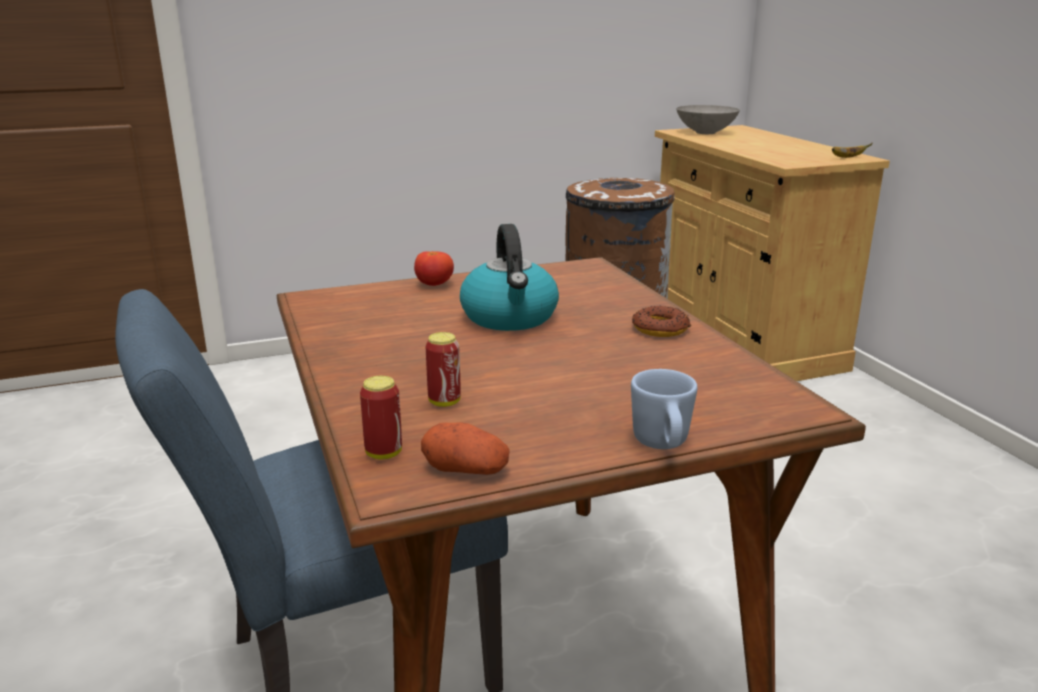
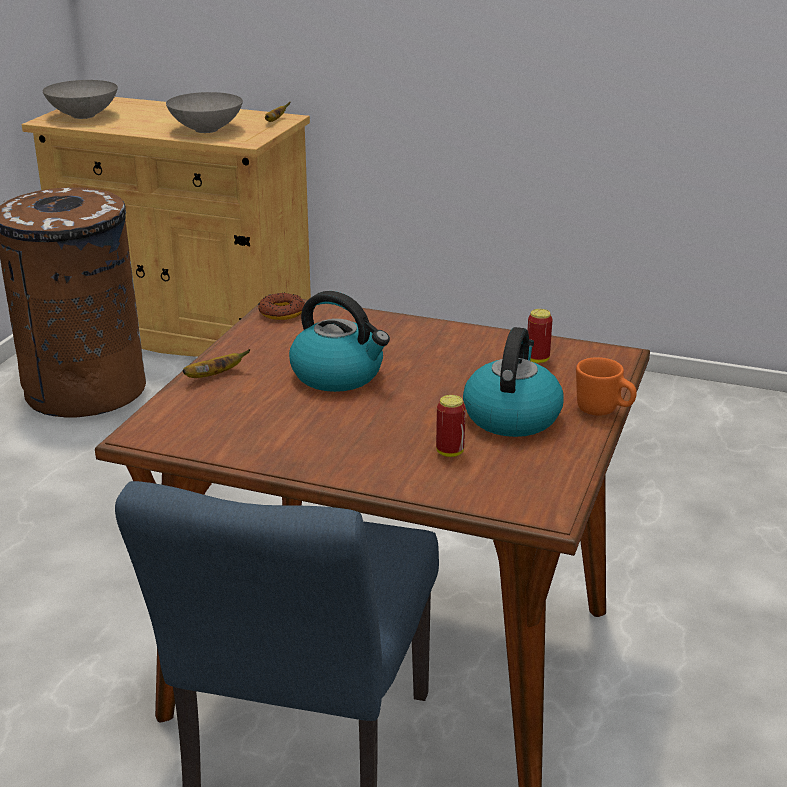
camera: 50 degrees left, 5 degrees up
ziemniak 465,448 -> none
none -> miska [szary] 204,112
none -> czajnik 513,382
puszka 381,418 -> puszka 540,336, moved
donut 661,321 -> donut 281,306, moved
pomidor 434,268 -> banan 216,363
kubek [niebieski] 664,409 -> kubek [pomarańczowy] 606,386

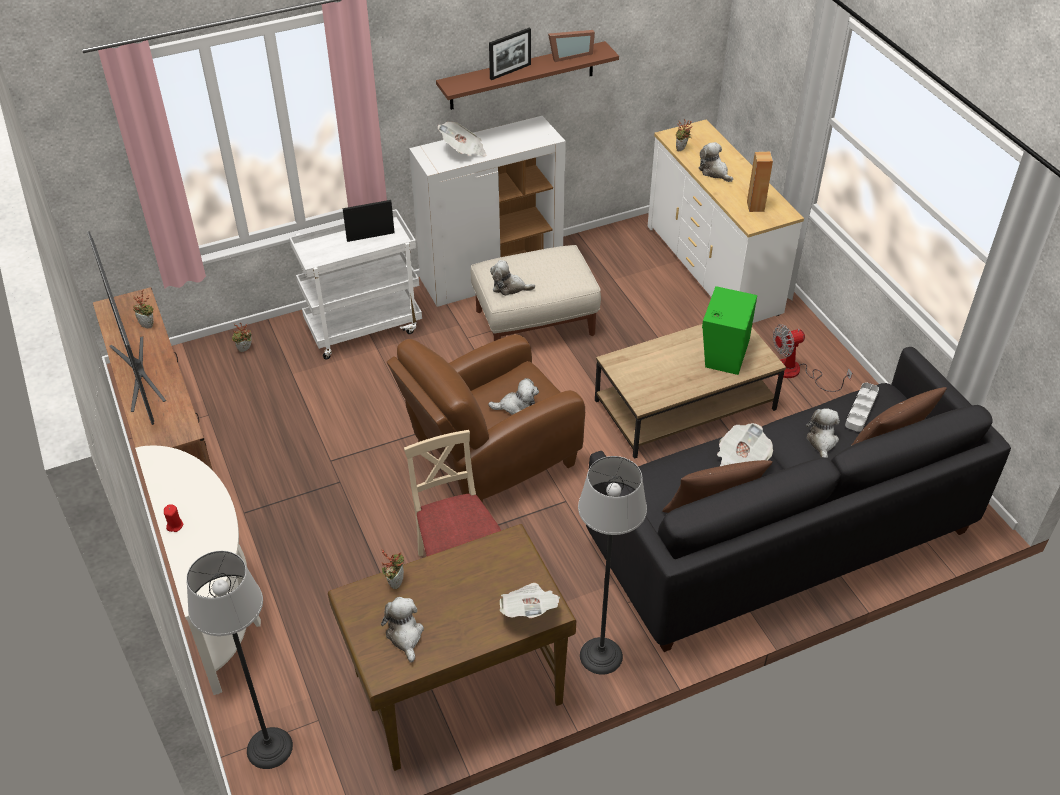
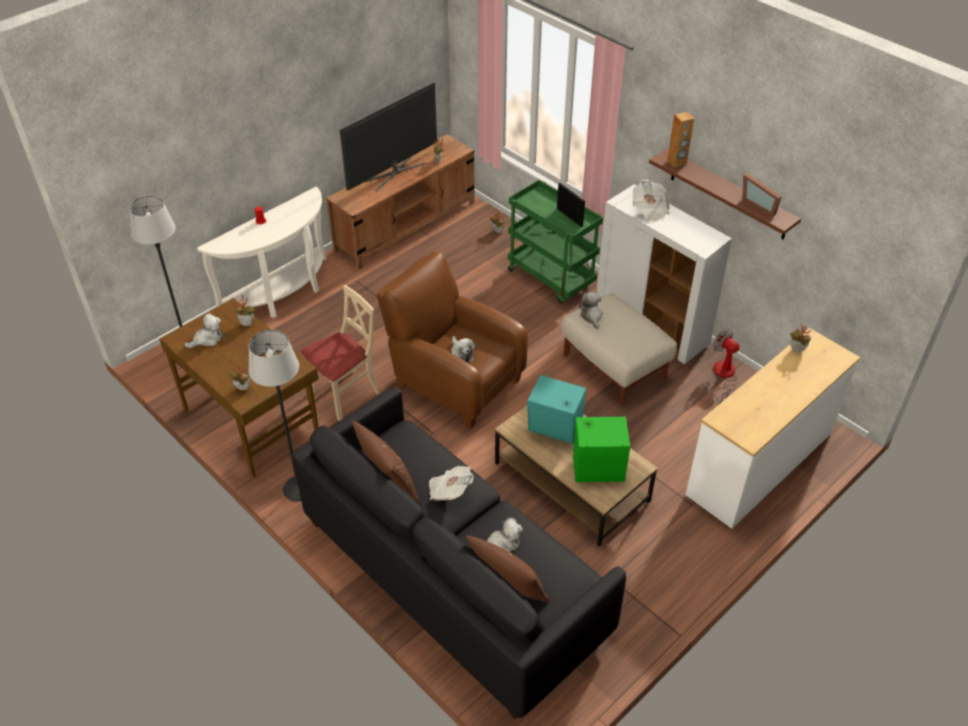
camera: 70 degrees right, 0 degrees up
ramka na zdjęcie 510,54 -> none
pluszak 716,162 -> none
taca [szary] 862,407 -> none
none -> głośnik [turkusowy] 556,409
głośnik [brązowy] 760,182 -> głośnik [brązowy] 681,139, moved
wentylator 812,358 -> wentylator 726,365, moved
gazeta 530,600 -> roślina doniczkowa 239,376
wózek [biały] 355,284 -> wózek [zielony] 555,242

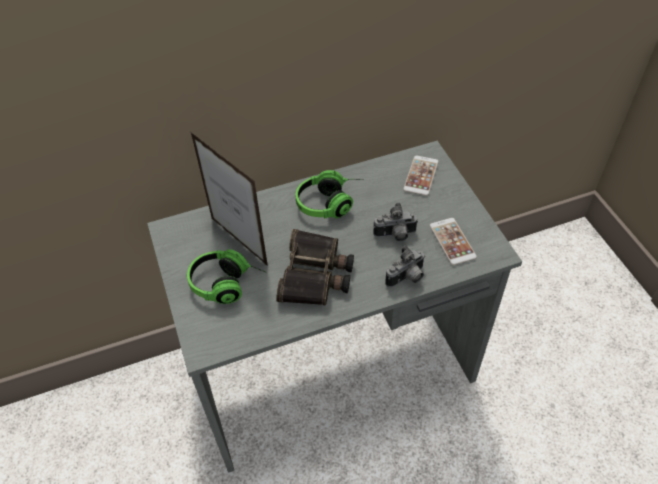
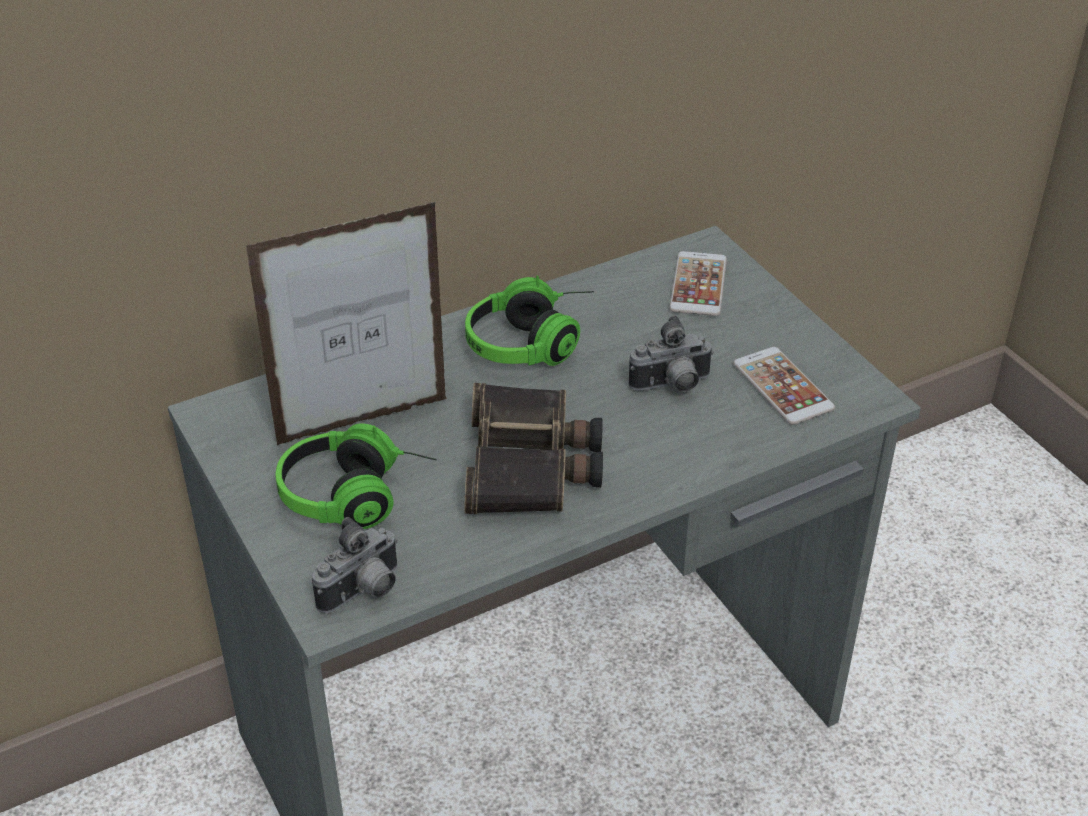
camera: 10 degrees left, 10 degrees down
aparat fotograficzny 405,266 -> aparat fotograficzny 355,565, moved
ramka na zdjęcie 229,199 -> ramka na zdjęcie 346,323, 120 degrees clockwise

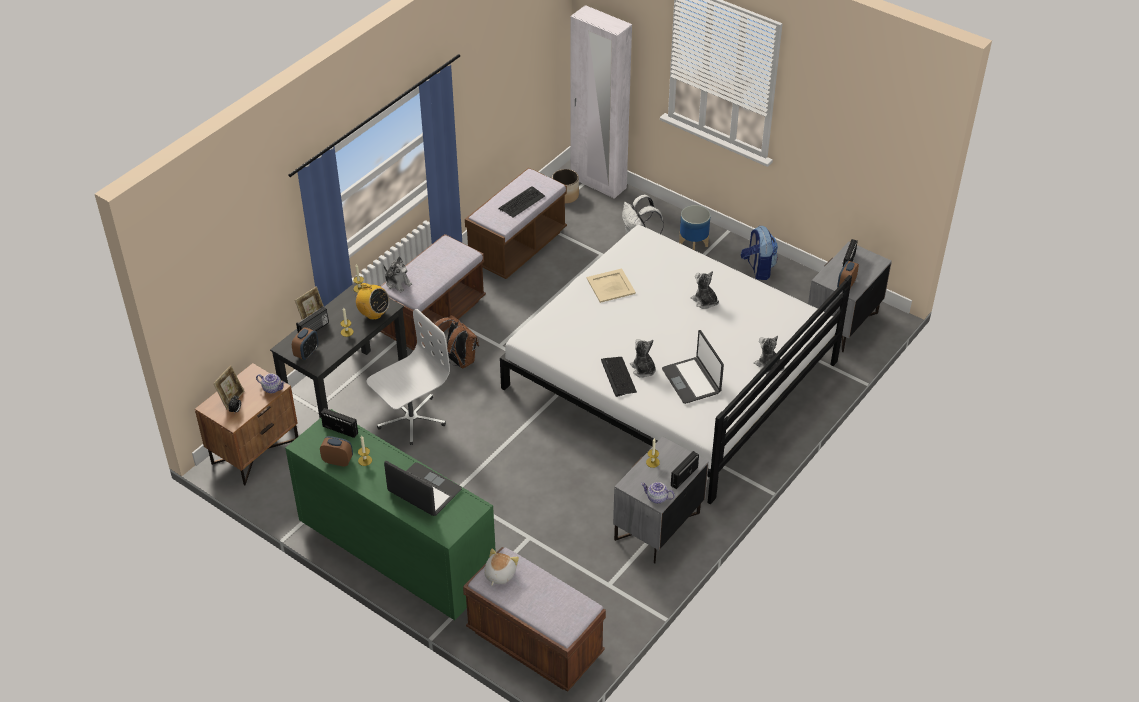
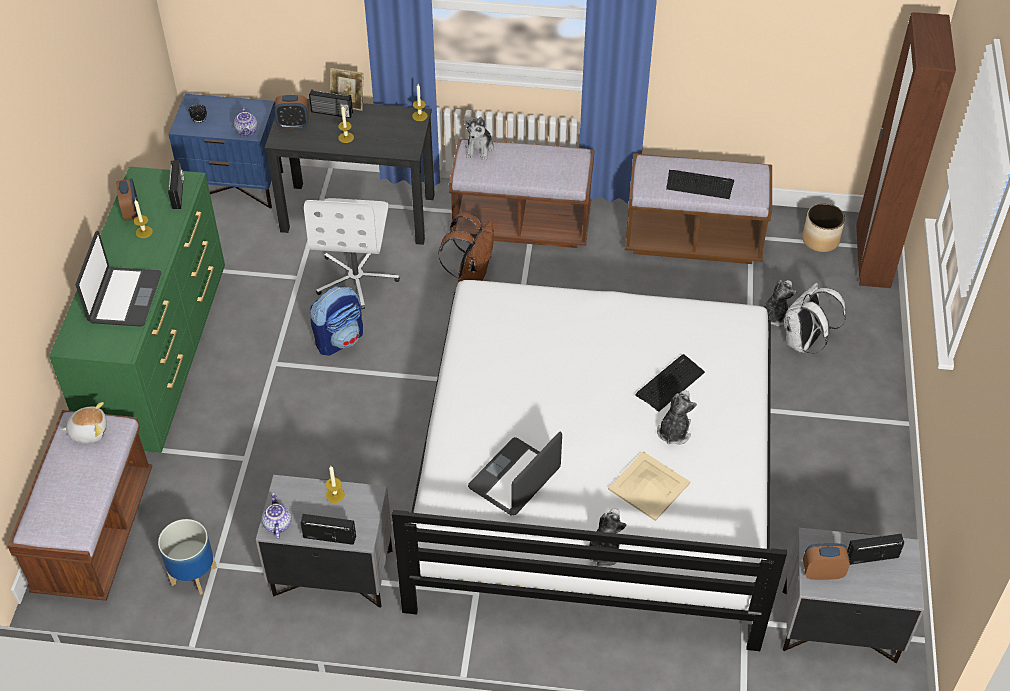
camera: 60 degrees right, 5 degrees up
ramka na zdjęcie 229,387 -> none
radio 372,301 -> none
taca [beżowy] 611,286 -> taca [beżowy] 649,486, moved
klawiatura 619,377 -> klawiatura 670,383, moved
pluszak 643,358 -> pluszak 780,303, moved
donica 695,227 -> donica 187,557, moved
plecak 759,253 -> plecak 336,321, moved
szafka nocna [brązowy] 246,424 -> szafka nocna [niebieski] 226,151
szafa [biały] 601,102 -> szafa [brązowy] 906,150
krzesło biurowe [biały] 408,377 -> krzesło biurowe [biały] 352,253, 75 degrees clockwise

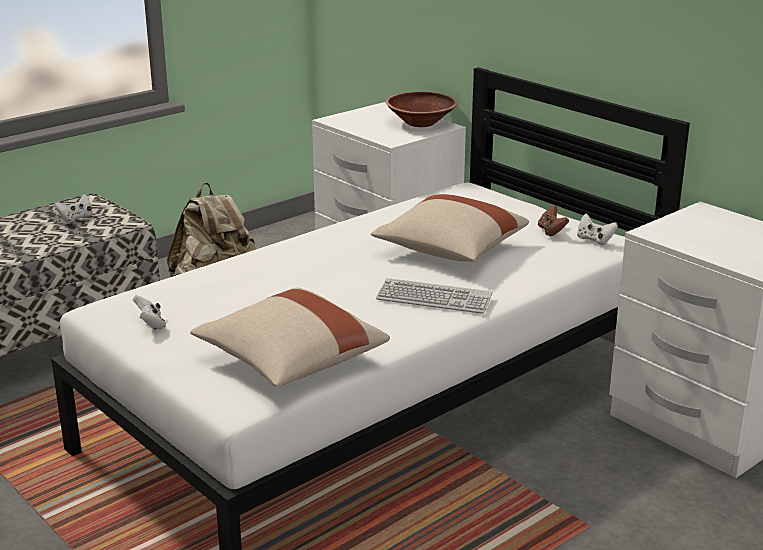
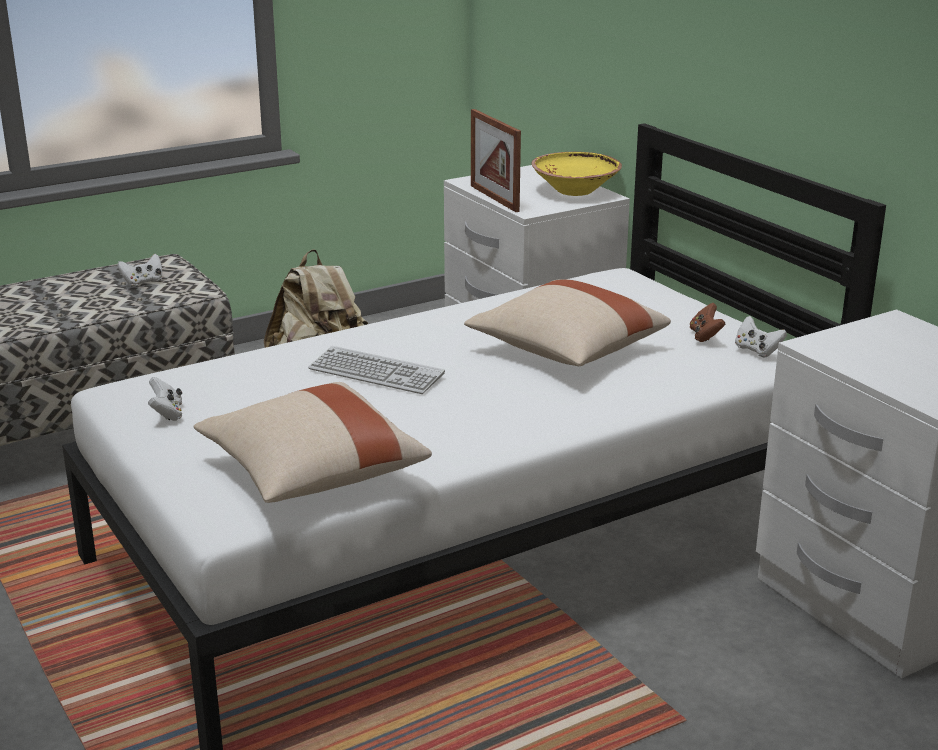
camera: 10 degrees right, 0 degrees up
none -> ramka na zdjęcie 496,160
klawiatura 434,296 -> klawiatura 376,370, moved
miska [brązowy] 422,109 -> miska [żółty] 577,174

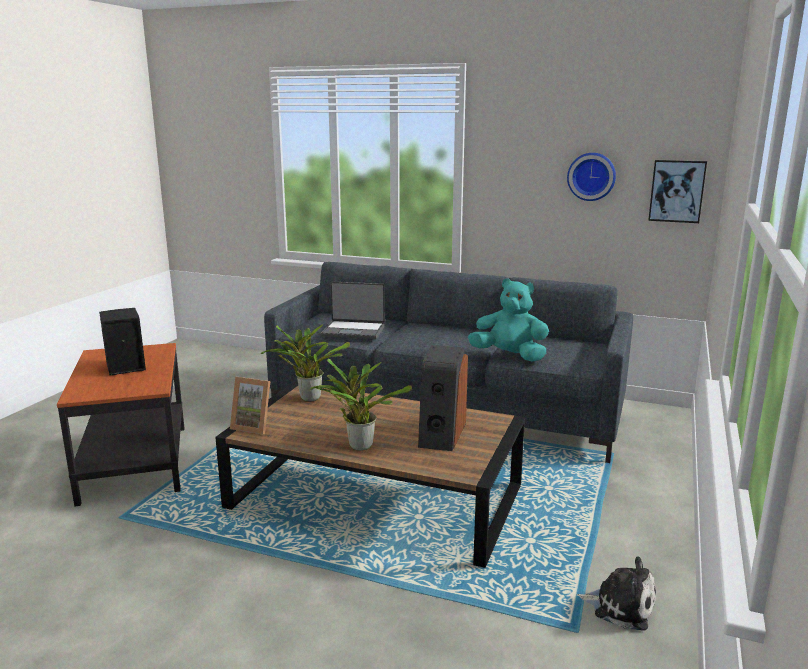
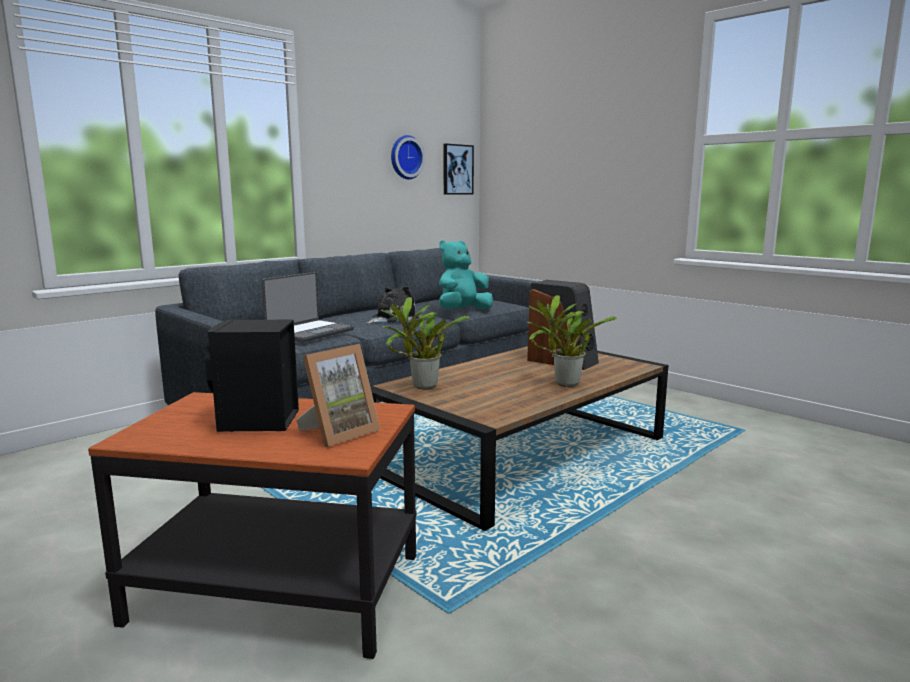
camera: 65 degrees left, 5 degrees down
ramka na zdjęcie 250,405 -> ramka na zdjęcie 338,395, moved
pluszak 616,593 -> pluszak 393,305, moved

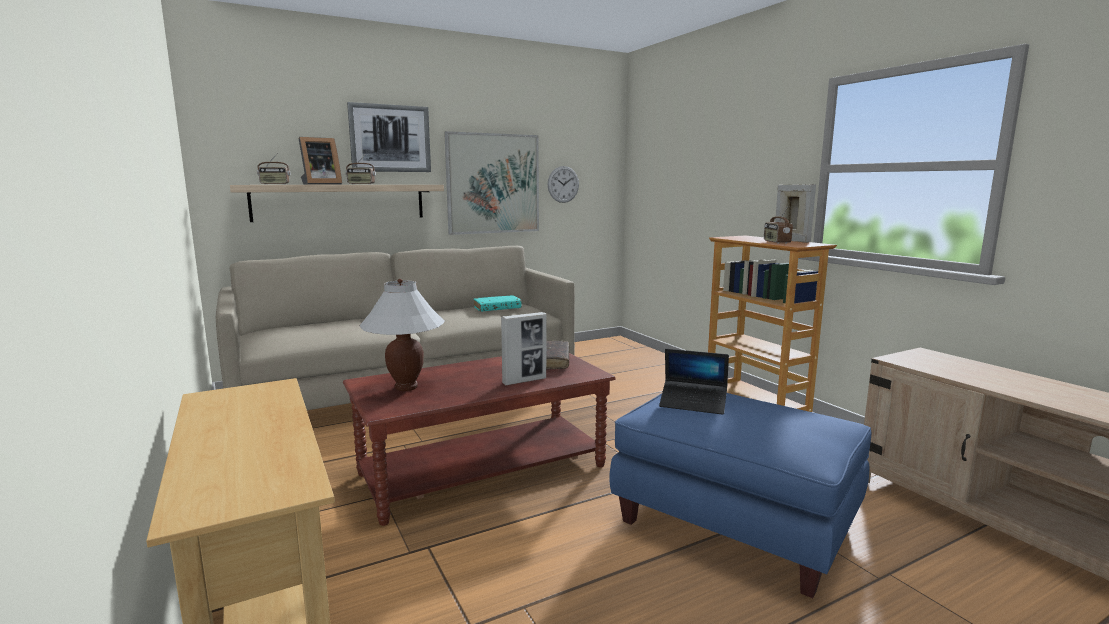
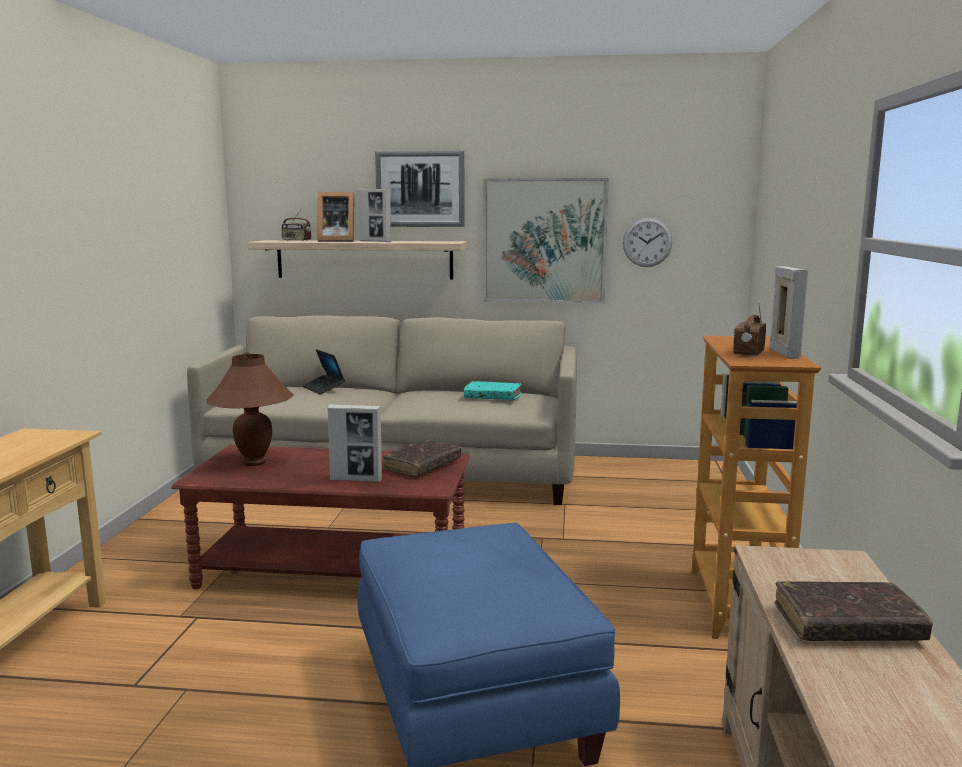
camera: 35 degrees right, 0 degrees up
none -> książka [brązowy] 854,611
laptop 694,382 -> laptop 323,372, moved
radio 361,170 -> ramka na zdjęcie 375,215
lampa stołowa [biały] 402,335 -> lampa stołowa [brązowy] 250,409

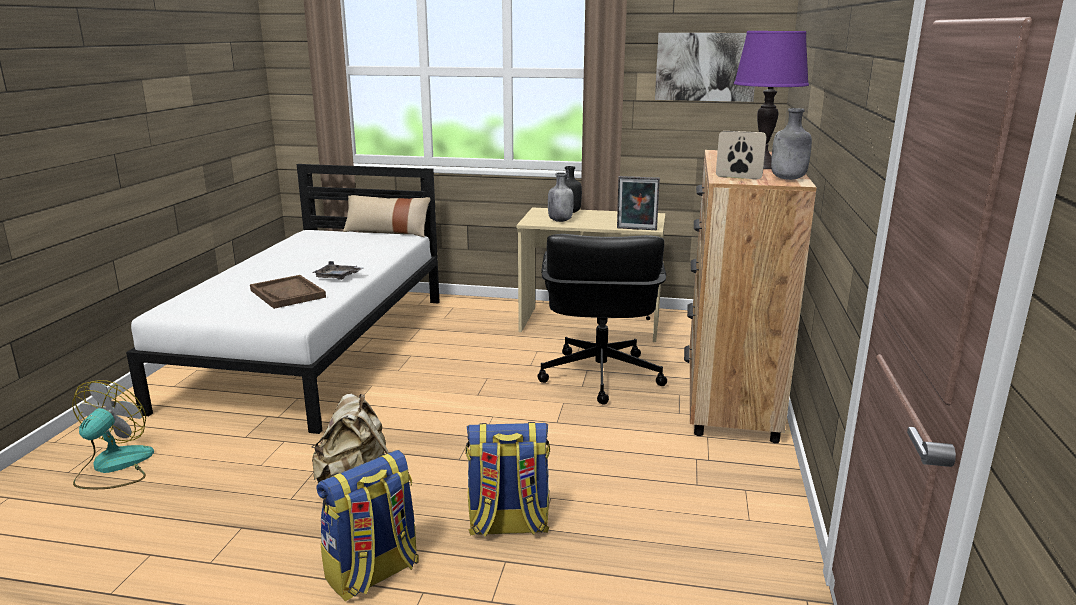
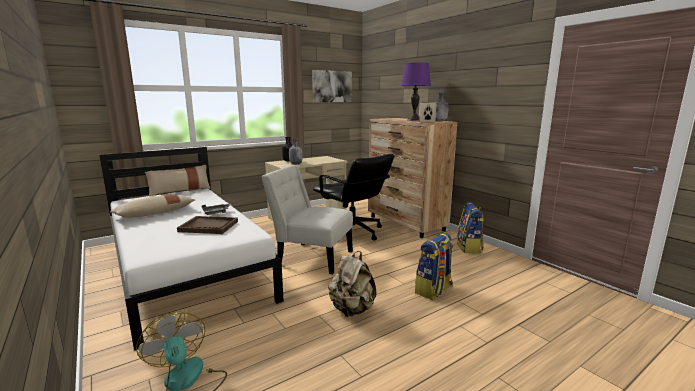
camera: 45 degrees left, 5 degrees down
ramka na zdjęcie 638,203 -> none
none -> poduszka [beżowy] 152,206
none -> krzesło [biały] 307,219
plecak 368,525 -> plecak 470,228, moved

